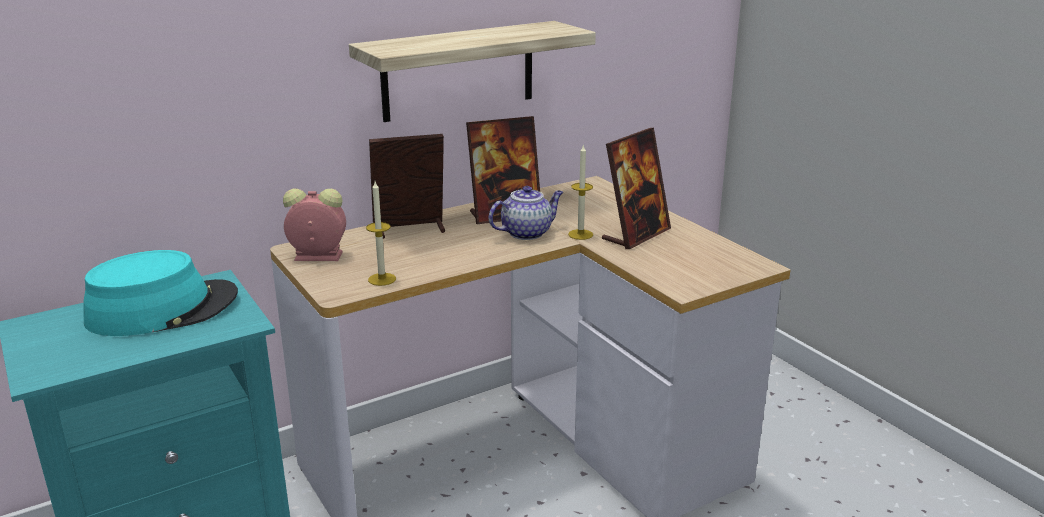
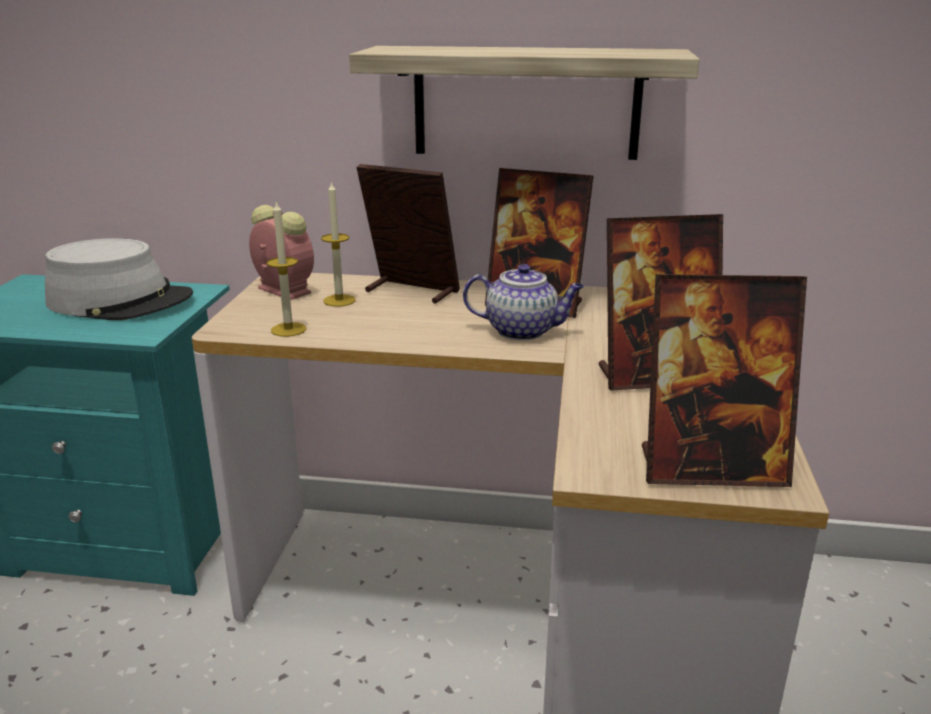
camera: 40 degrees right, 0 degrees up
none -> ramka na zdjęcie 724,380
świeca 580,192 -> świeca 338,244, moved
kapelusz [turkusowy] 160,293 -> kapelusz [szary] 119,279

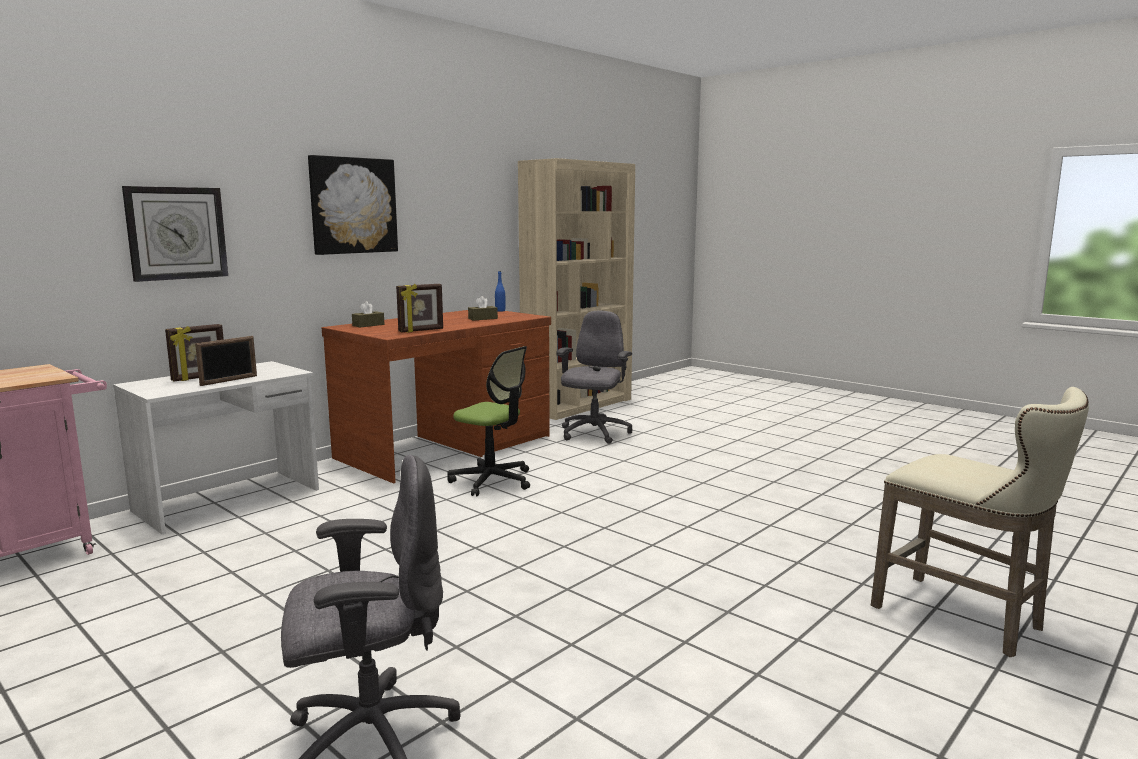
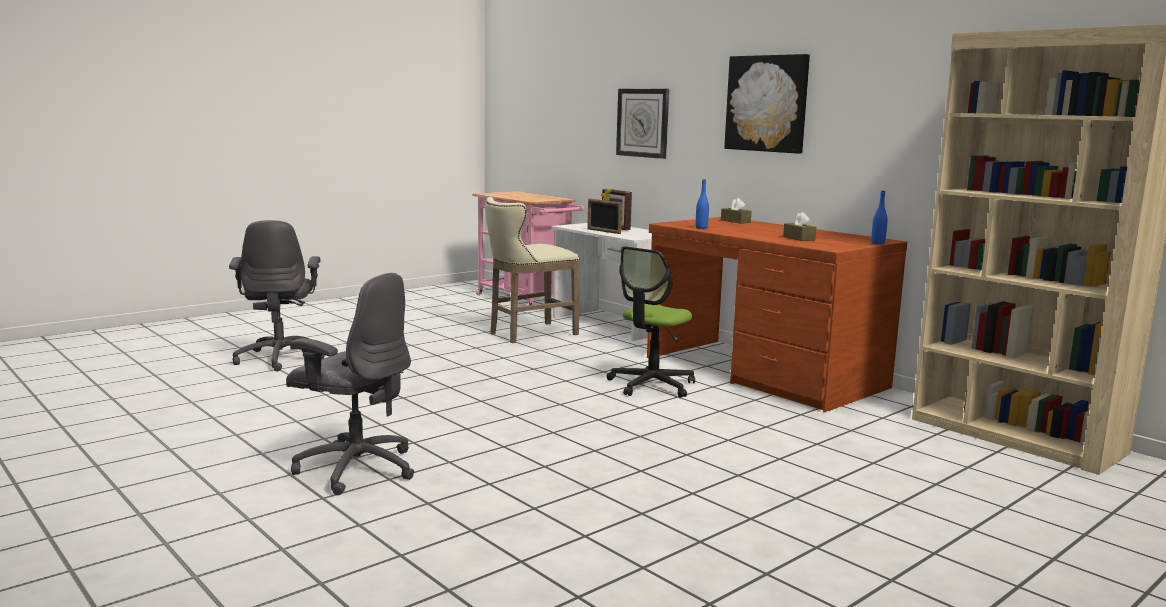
camera: 95 degrees right, 0 degrees up
krzesło biurowe [szary] 594,377 -> krzesło biurowe [szary] 350,384, moved
stołek [beżowy] 980,522 -> stołek [beżowy] 532,270, moved
ramka na zdjęcie 419,308 -> butelka [niebieski] 702,204

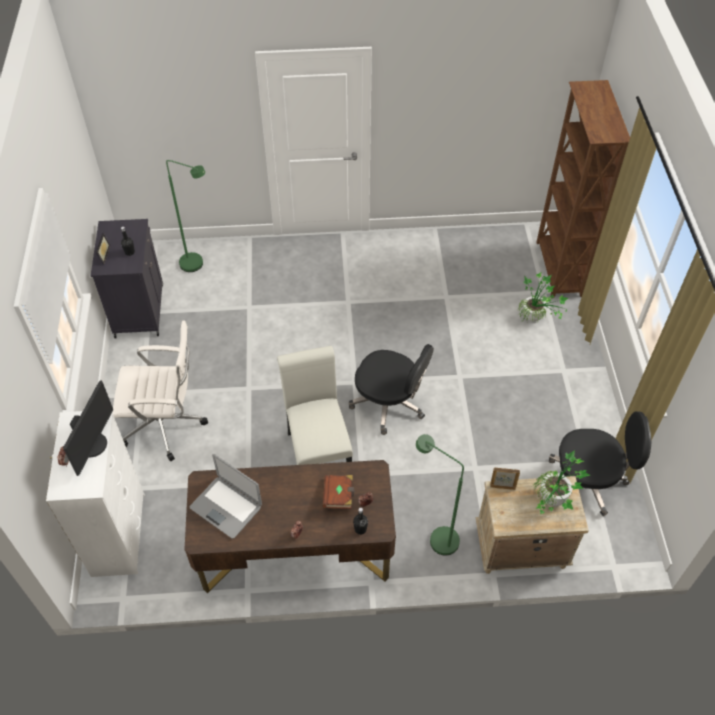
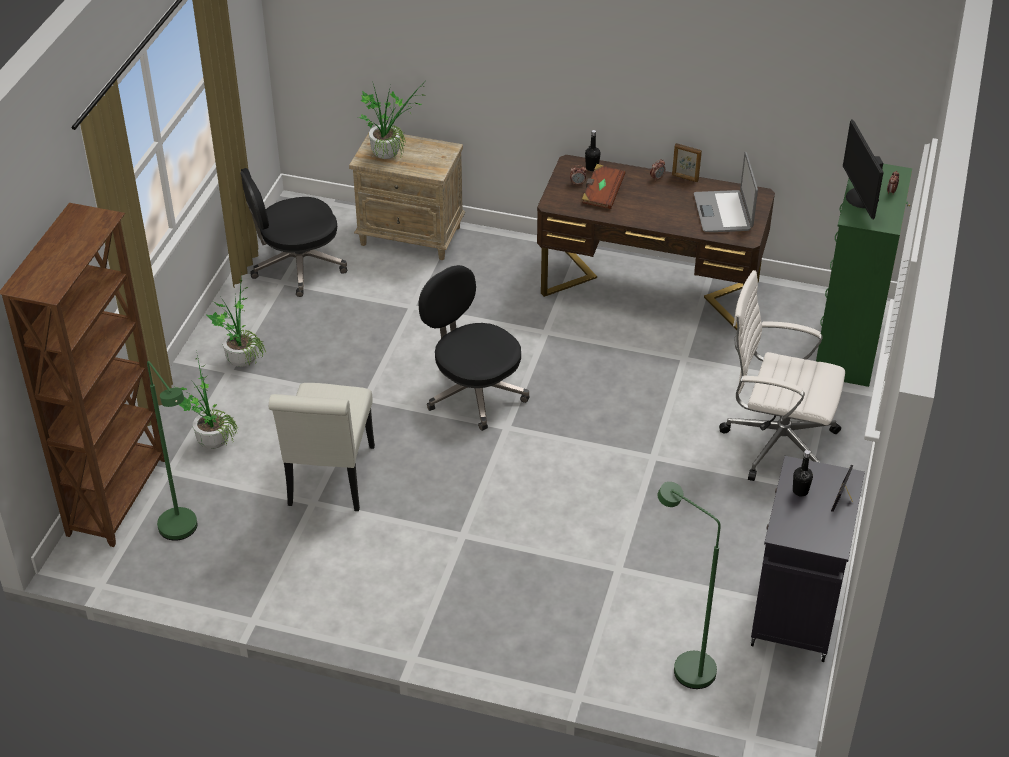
camera: 160 degrees left, 10 degrees down
none -> roślina doniczkowa 236,320
krzesło [biały] 315,405 -> krzesło [biały] 322,447, moved
lampa stojąca [zielony] 440,495 -> lampa stojąca [zielony] 172,451, moved
ramka na zdjęcie 505,479 -> ramka na zdjęcie 687,162, moved
komoda [biały] 95,494 -> komoda [zielony] 864,275
monitor 88,428 -> monitor 863,169, 45 degrees counterclockwise
laptop 226,496 -> laptop 726,192, 150 degrees counterclockwise
krzesło biurowe [czarny] 600,463 -> krzesło biurowe [czarny] 293,232, 45 degrees counterclockwise

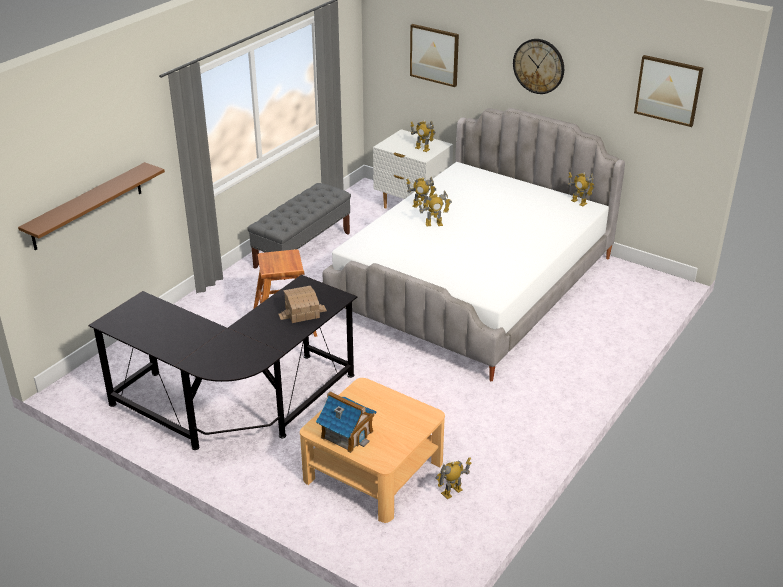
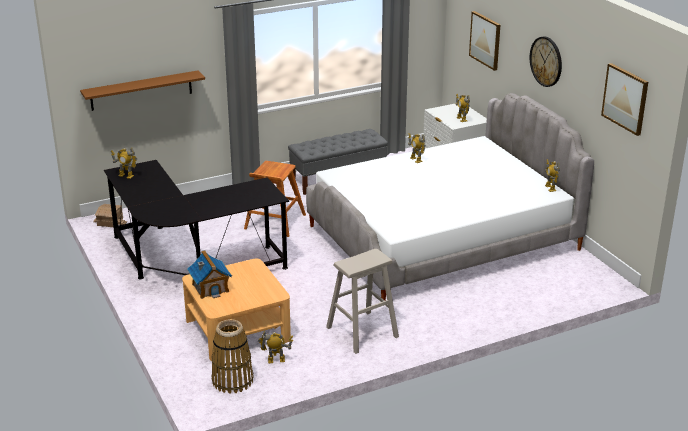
camera: 30 degrees right, 5 degrees down
none -> koszyk 232,356
none -> stołek [beżowy] 362,301
domek 302,304 -> domek 110,215, moved
robot zabawkowy 435,208 -> robot zabawkowy 124,163, moved

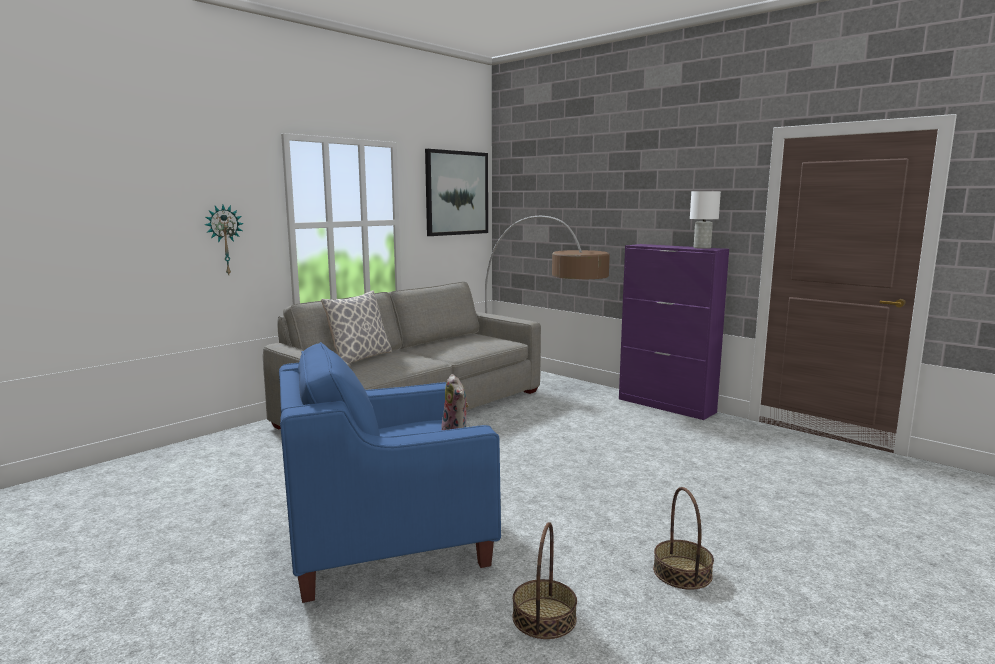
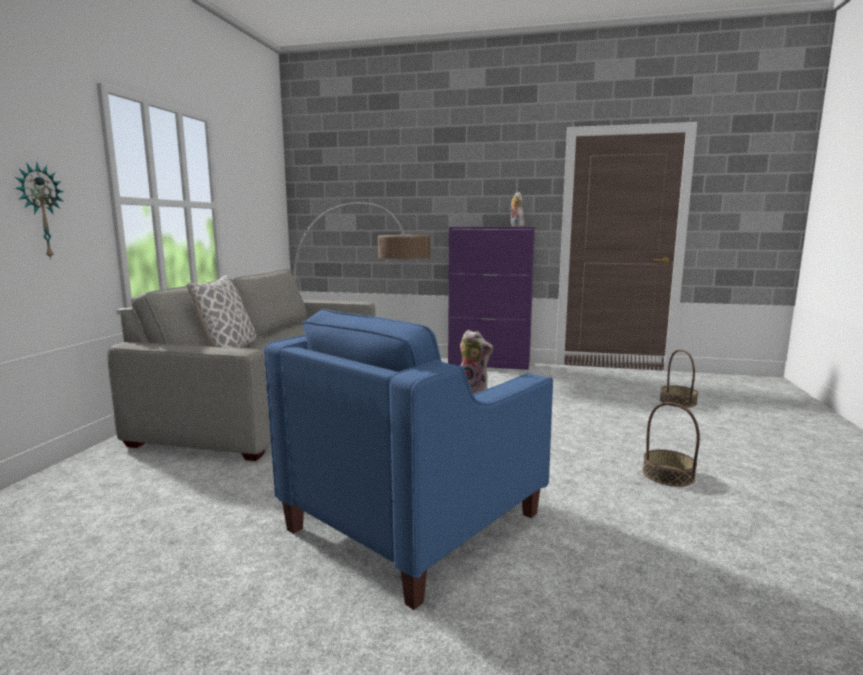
camera: 30 degrees left, 0 degrees up
obraz 456,192 -> none
koszyk 545,580 -> koszyk 679,378, moved
lampa stołowa [biały] 705,220 -> pluszak 517,209

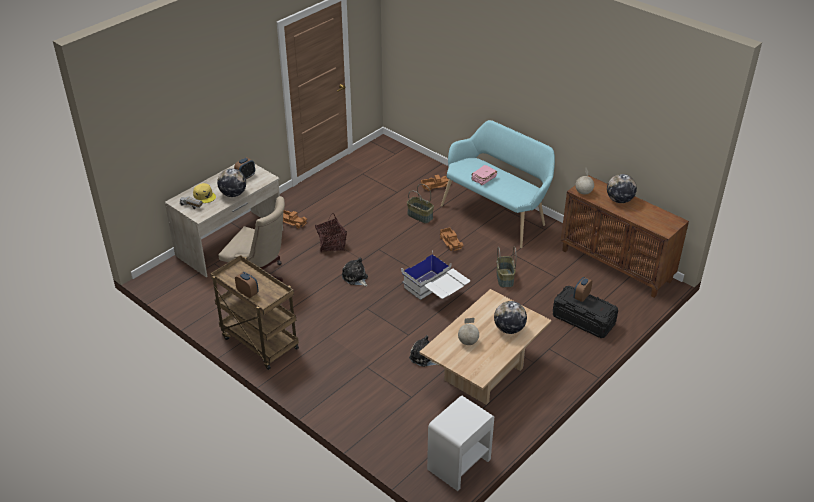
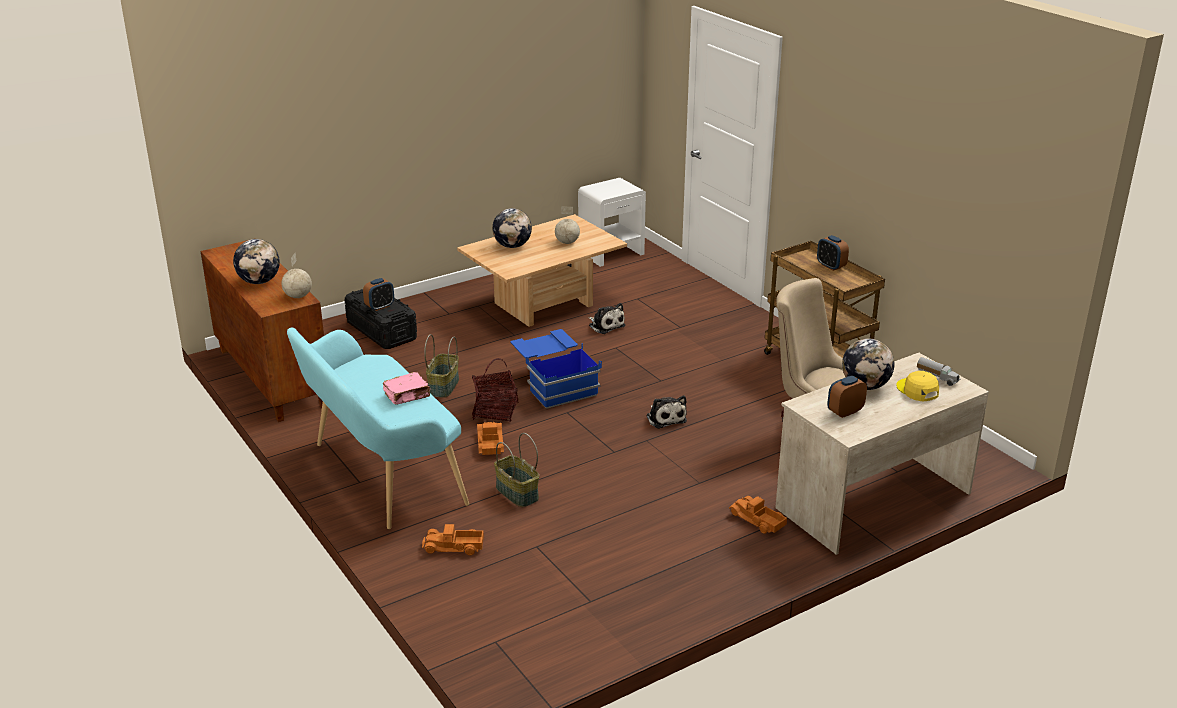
camera: 165 degrees left, 10 degrees down
koszyk 331,232 -> koszyk 495,390, moved
pojemnik do przechowywania [biały] 435,277 -> pojemnik do przechowywania [niebieski] 556,369

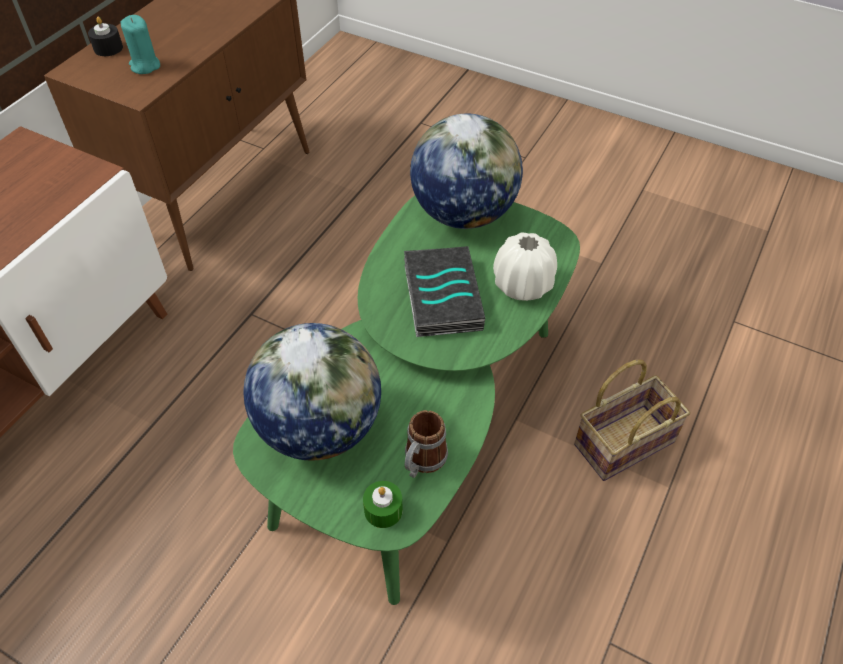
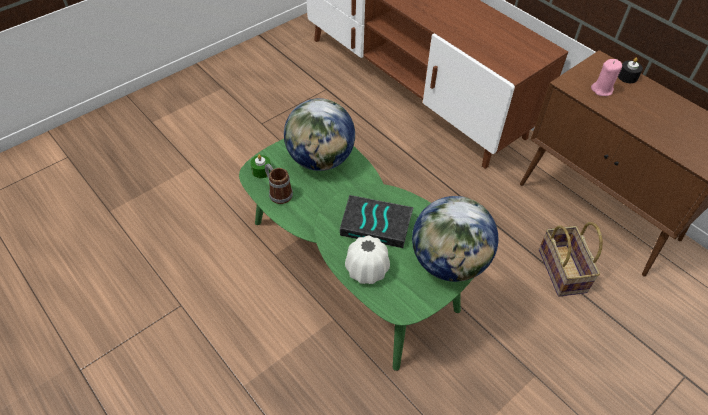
camera: 110 degrees right, 0 degrees up
koszyk 632,420 -> koszyk 571,259, moved
świeca [turkusowy] 140,44 -> świeca [różowy] 606,77

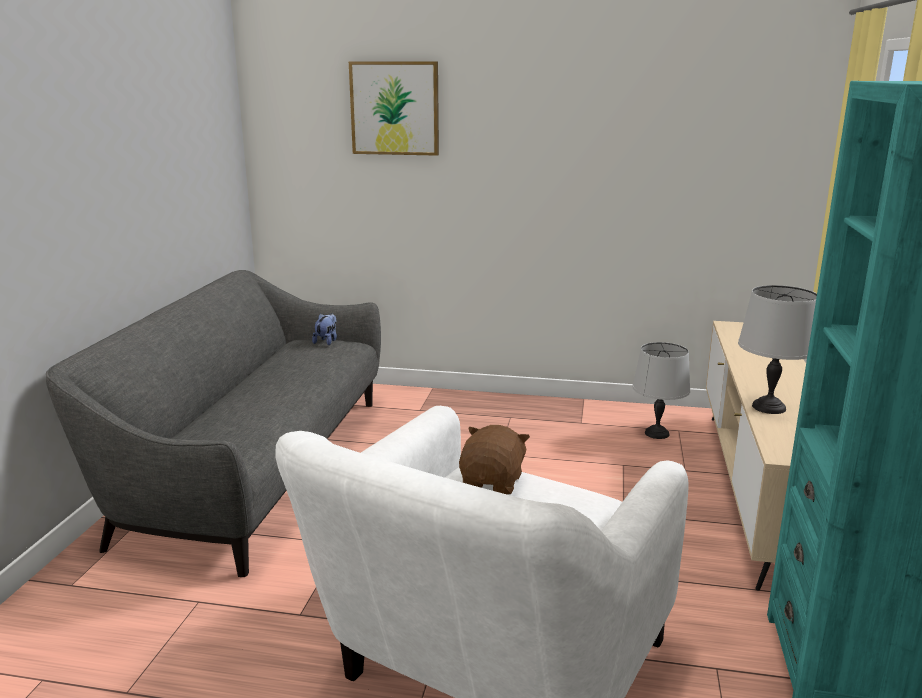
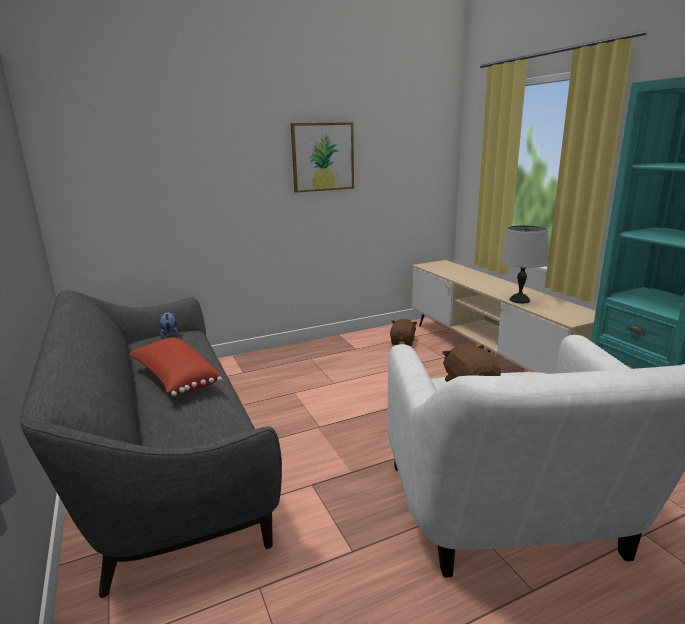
camera: 35 degrees left, 0 degrees up
none -> poduszka [czerwony] 175,366
obraz 394,108 -> obraz 322,157, moved
lampa stołowa [szary] 661,390 -> pluszak [brązowy] 403,332

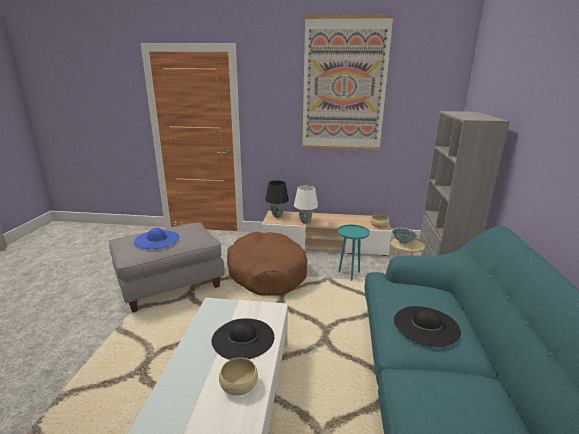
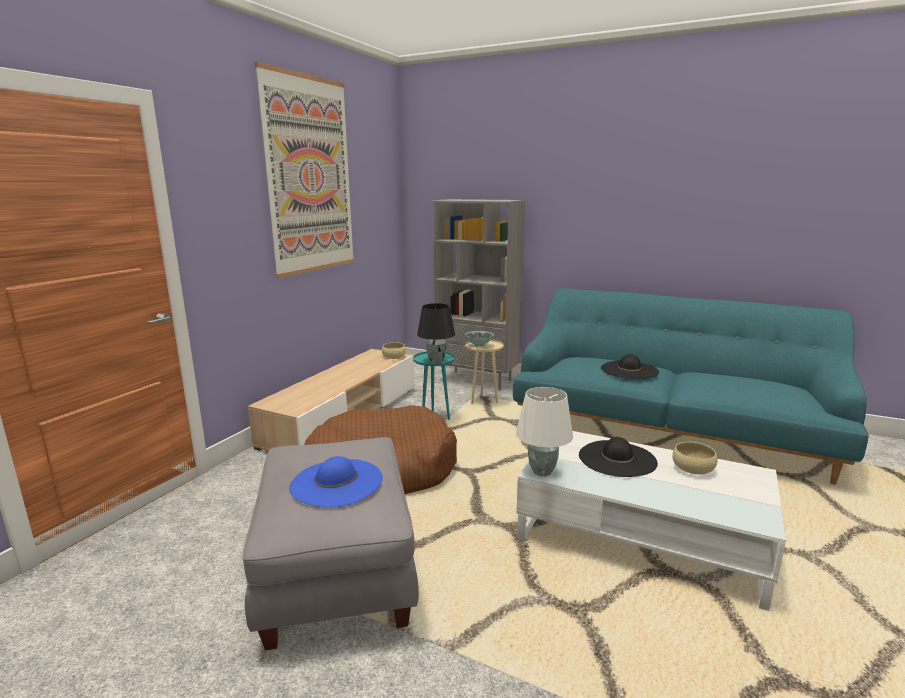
camera: 70 degrees left, 5 degrees down
lampa stołowa [czarny] 277,199 -> lampa stołowa [czarny] 436,333, moved
lampa stołowa [biały] 306,204 -> lampa stołowa [biały] 544,431, moved

